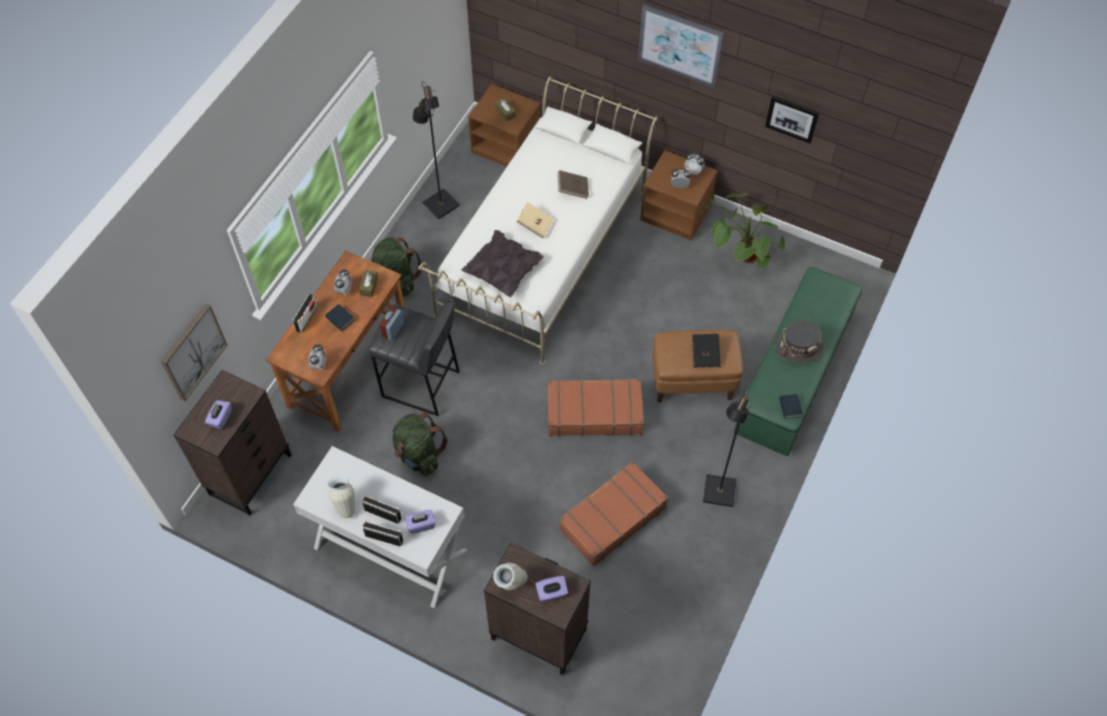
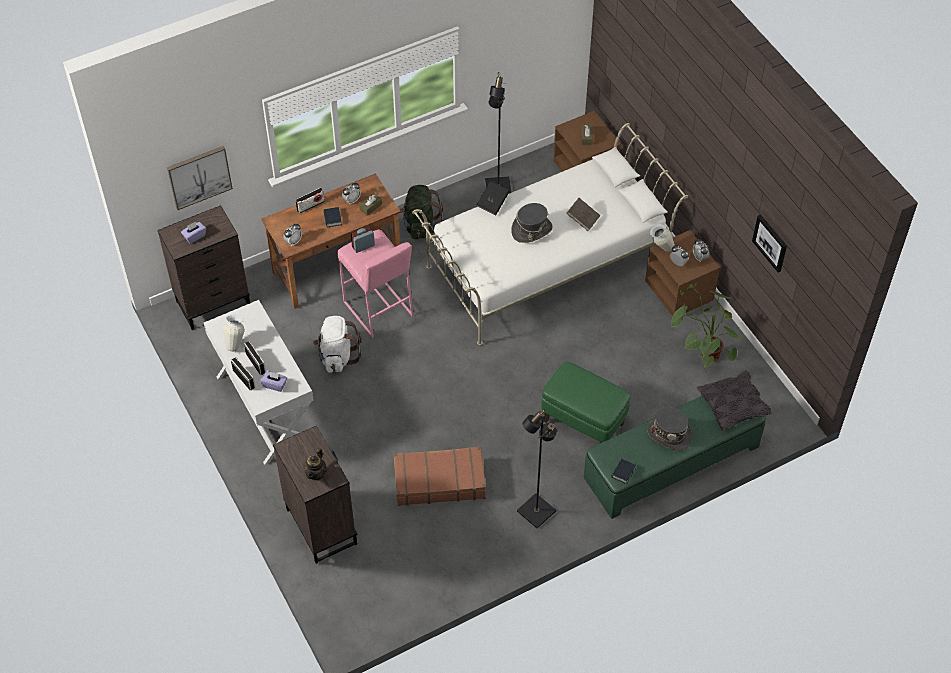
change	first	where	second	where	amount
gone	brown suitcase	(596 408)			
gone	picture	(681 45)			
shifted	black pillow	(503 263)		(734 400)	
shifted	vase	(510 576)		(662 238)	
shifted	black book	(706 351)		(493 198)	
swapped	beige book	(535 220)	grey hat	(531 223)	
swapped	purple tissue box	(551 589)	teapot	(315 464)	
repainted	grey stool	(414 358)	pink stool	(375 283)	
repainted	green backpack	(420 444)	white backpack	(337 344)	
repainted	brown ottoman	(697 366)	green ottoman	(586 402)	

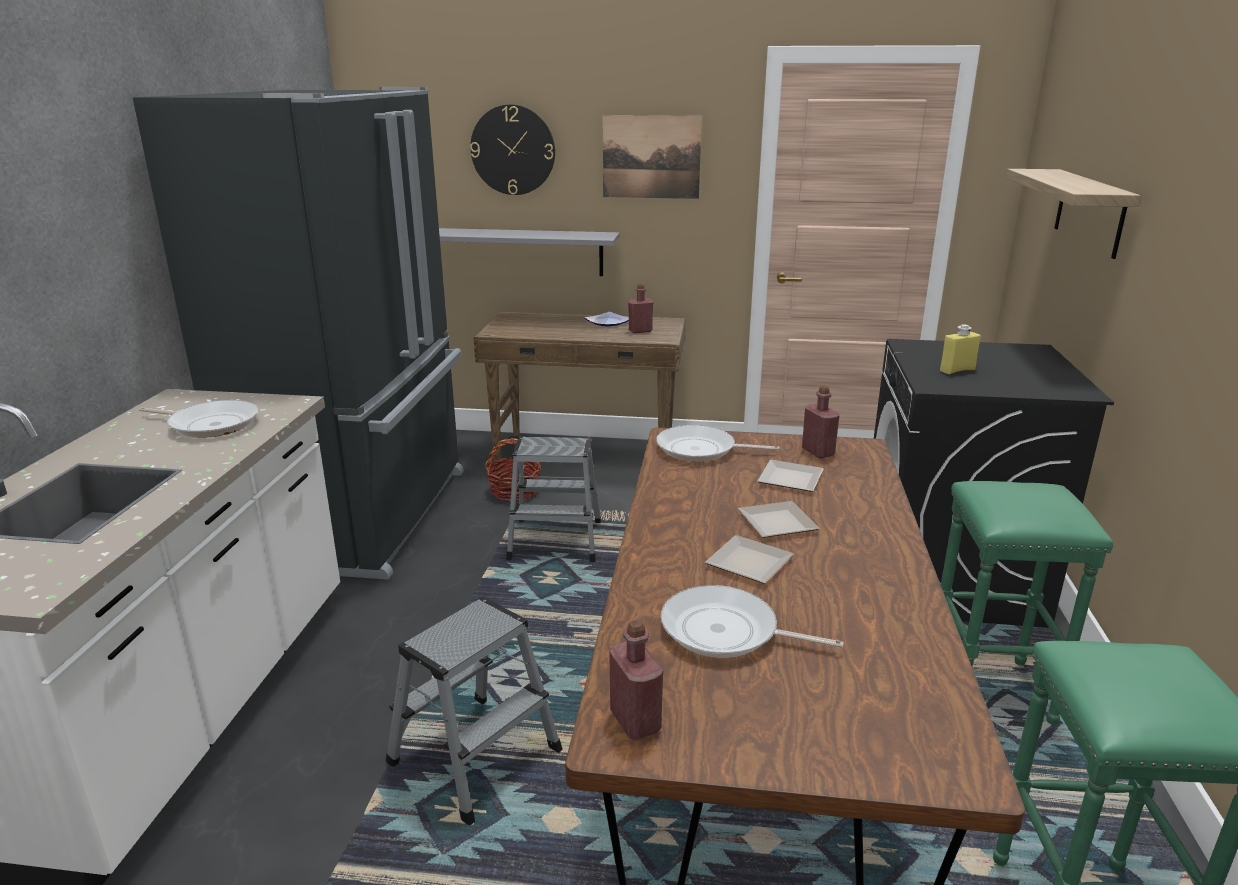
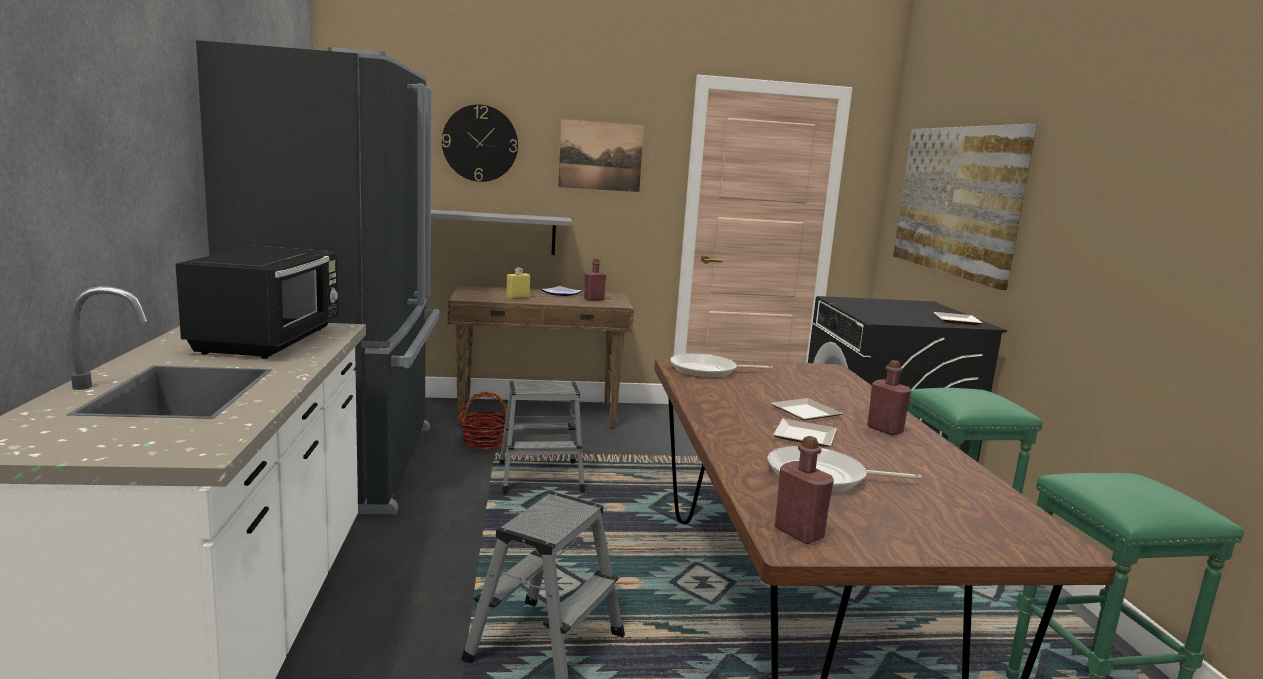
change	first	where	second	where	amount
shifted	plate	(790 476)		(958 318)	
shifted	red bottle	(821 422)		(889 398)	
shifted	yellow bottle	(960 349)		(518 283)	
swapped	frying pan	(199 419)	black microwave	(257 302)	
swapped	shelf	(1073 214)	picture	(965 207)	

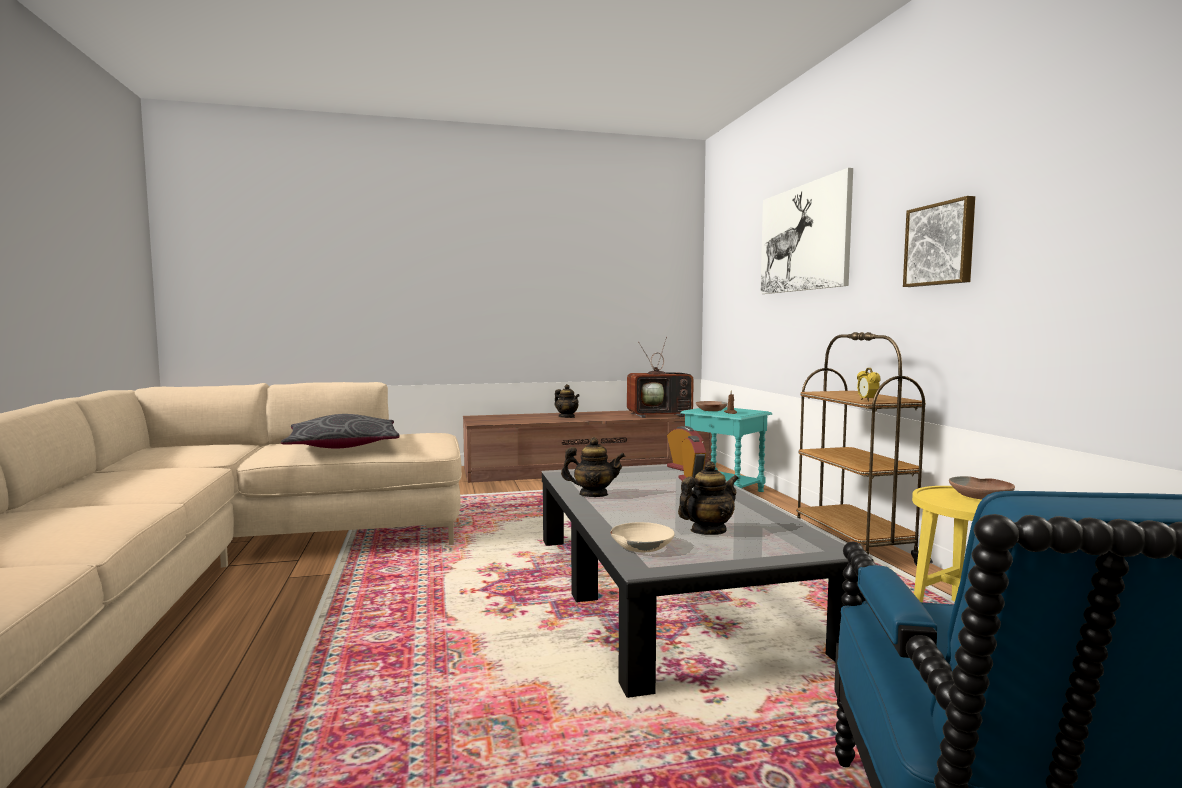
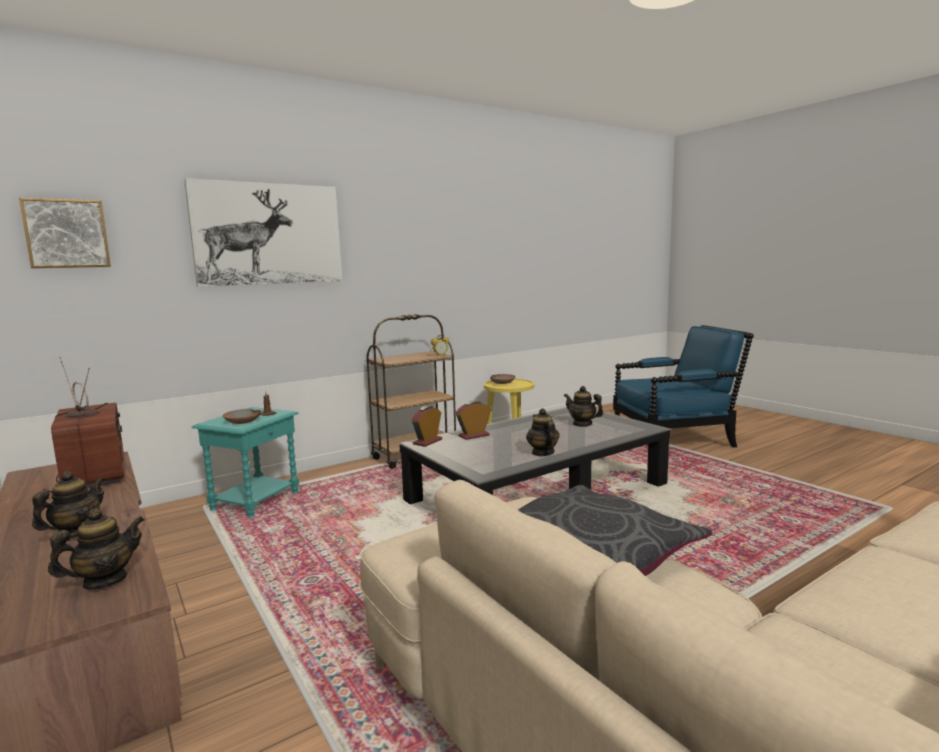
change	first	where	second	where	amount
gone	beige bowl	(642 537)			
new			teapot	(96 549)	
shifted	picture	(939 241)		(65 233)	

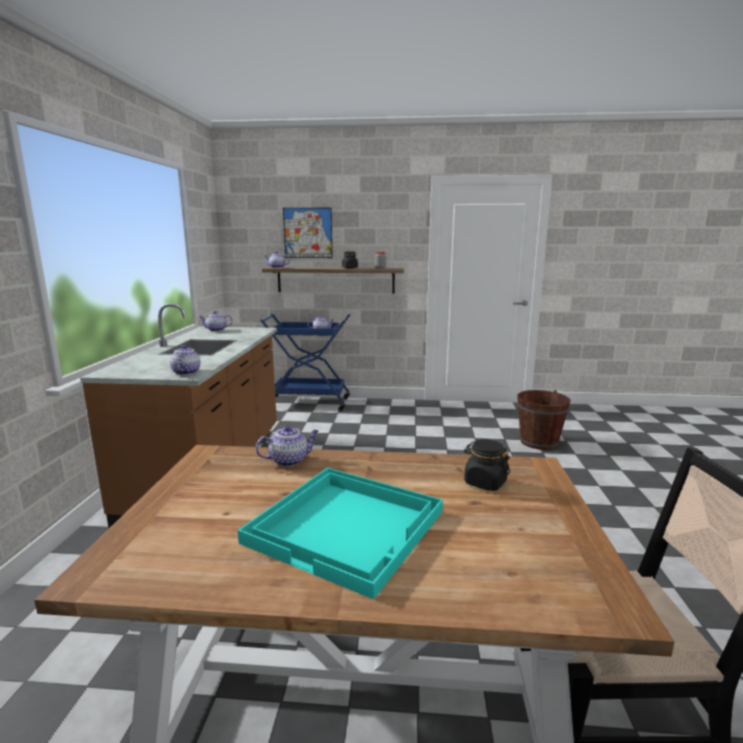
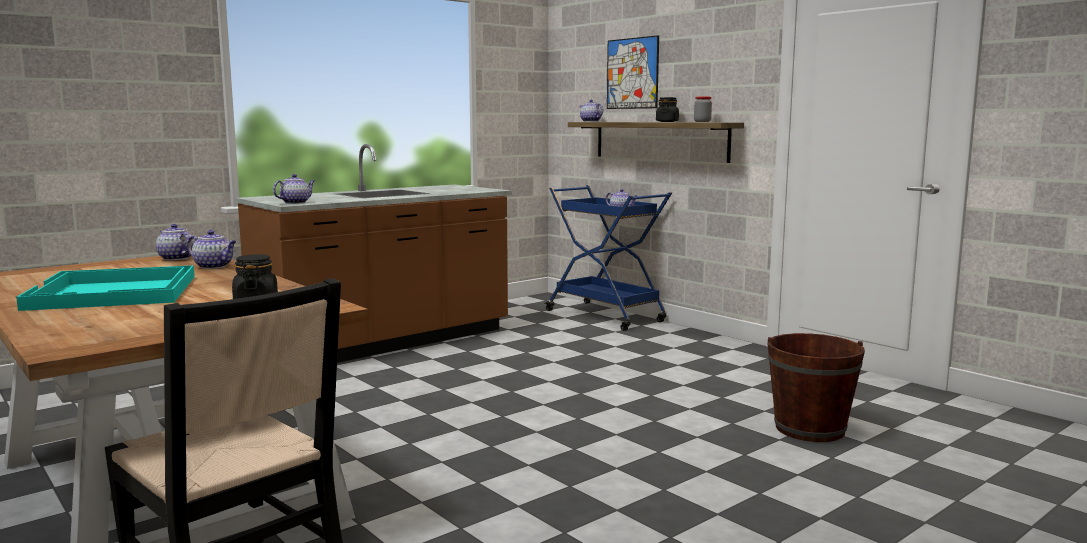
change	first	where	second	where	amount
shifted	teapot	(216 321)		(175 242)	

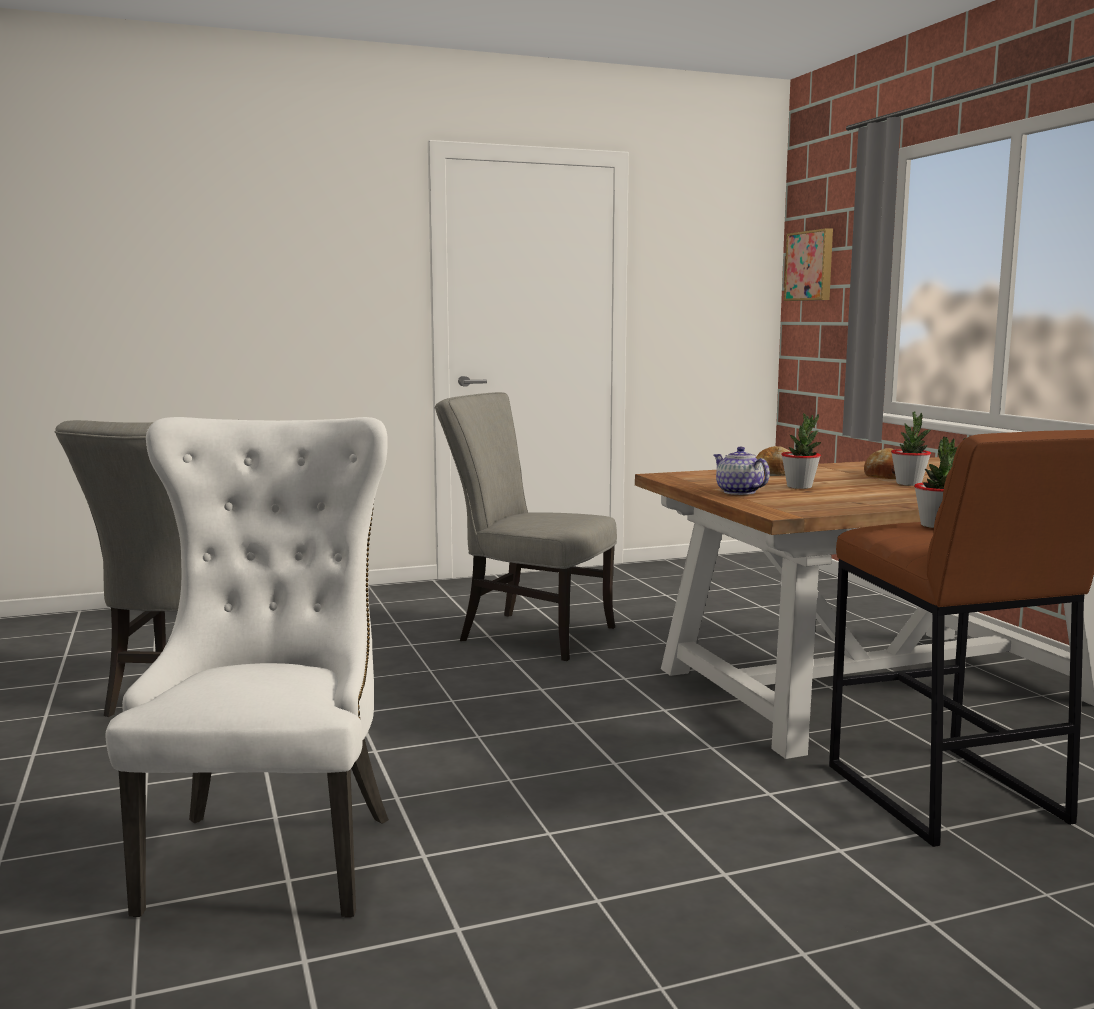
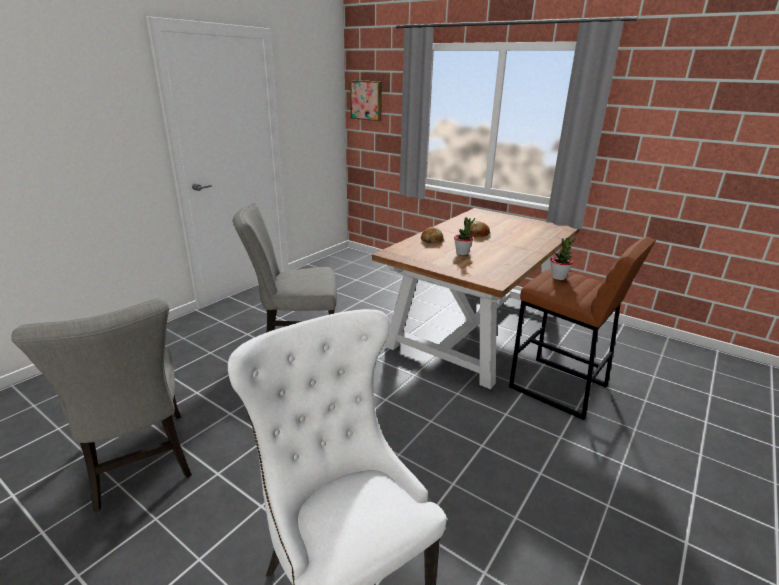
change	first	where	second	where	amount
gone	teapot	(742 471)			
gone	potted plant	(911 448)			

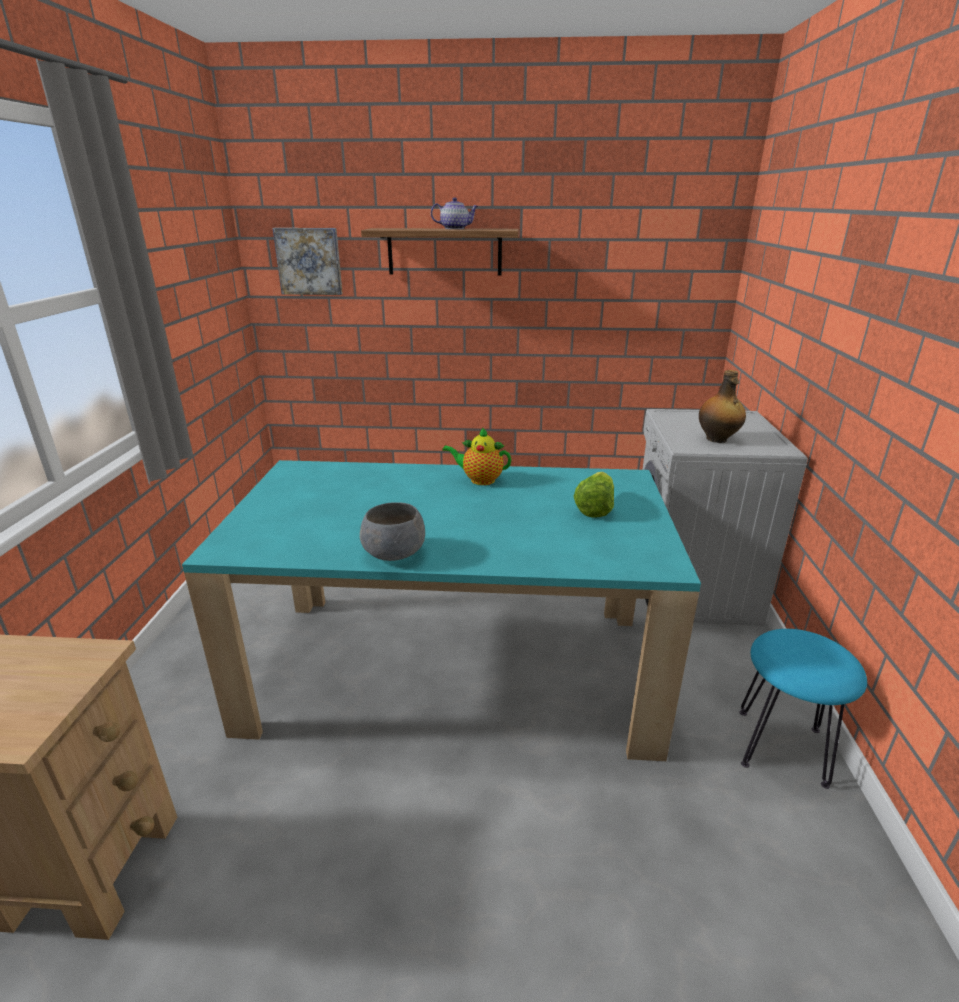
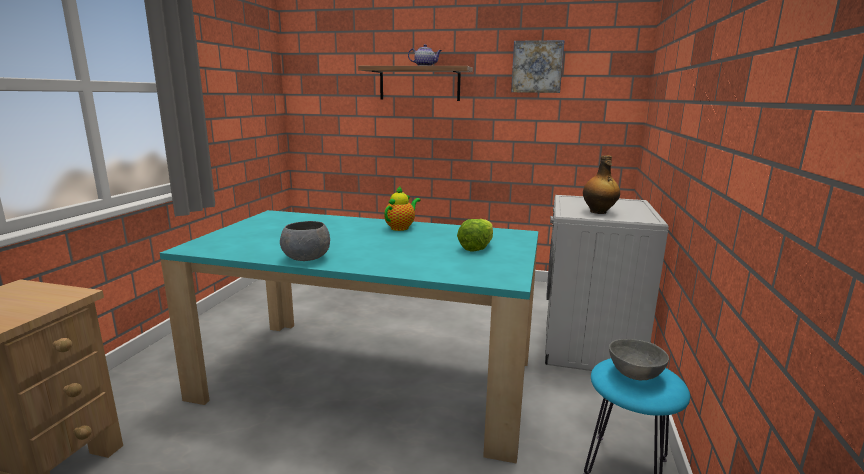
change	first	where	second	where	amount
new			grey bowl	(639 359)	
shifted	picture	(308 261)		(538 66)	
rotated	teapot	(476 456)		(402 208)	105 degrees clockwise

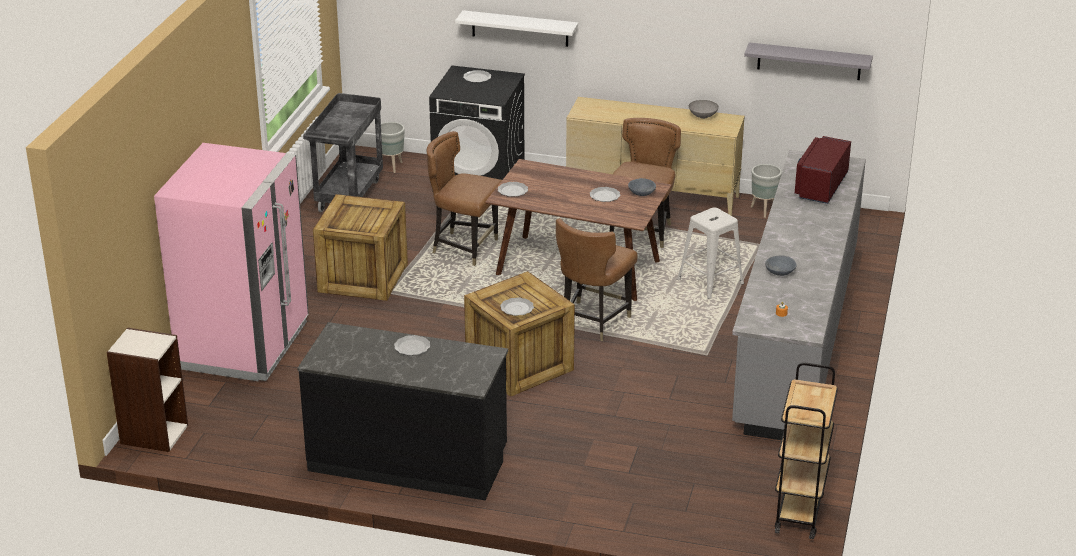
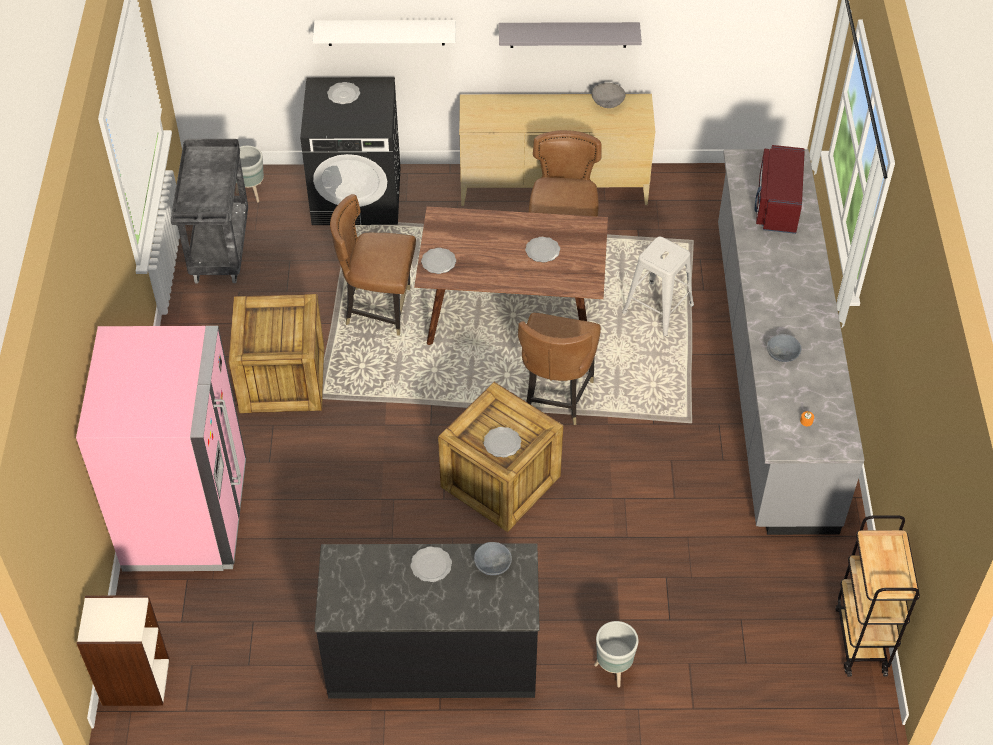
change	first	where	second	where	amount
shifted	grey bowl	(642 187)		(493 558)	
shifted	grey shelf	(808 61)		(570 35)	
shifted	grey planter	(766 191)		(616 654)	

